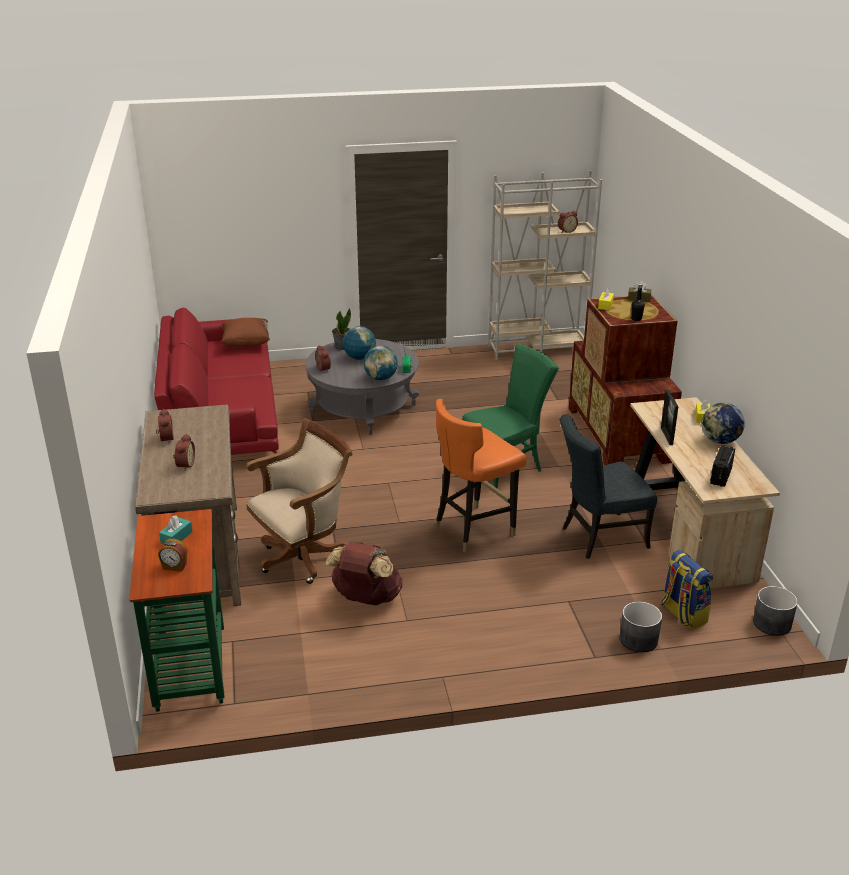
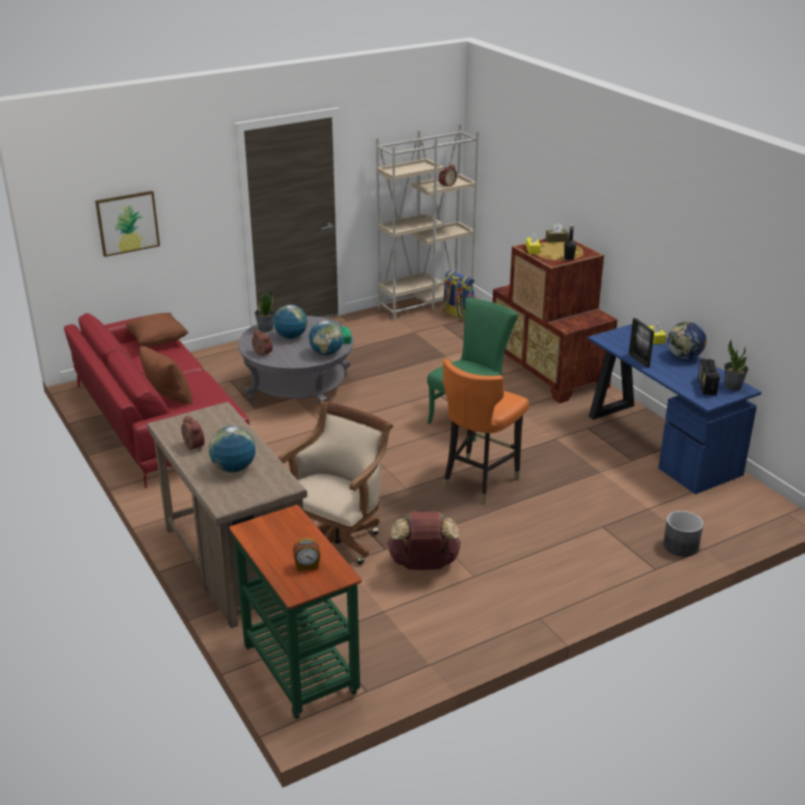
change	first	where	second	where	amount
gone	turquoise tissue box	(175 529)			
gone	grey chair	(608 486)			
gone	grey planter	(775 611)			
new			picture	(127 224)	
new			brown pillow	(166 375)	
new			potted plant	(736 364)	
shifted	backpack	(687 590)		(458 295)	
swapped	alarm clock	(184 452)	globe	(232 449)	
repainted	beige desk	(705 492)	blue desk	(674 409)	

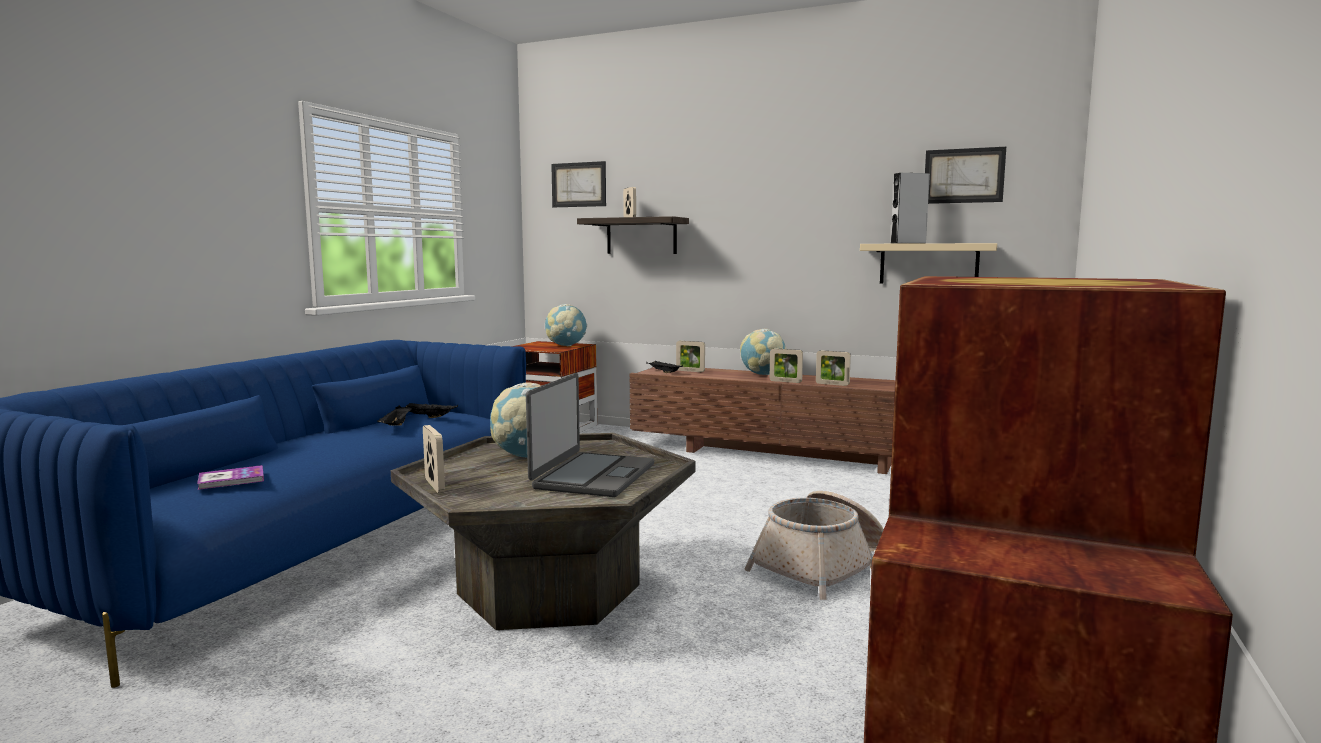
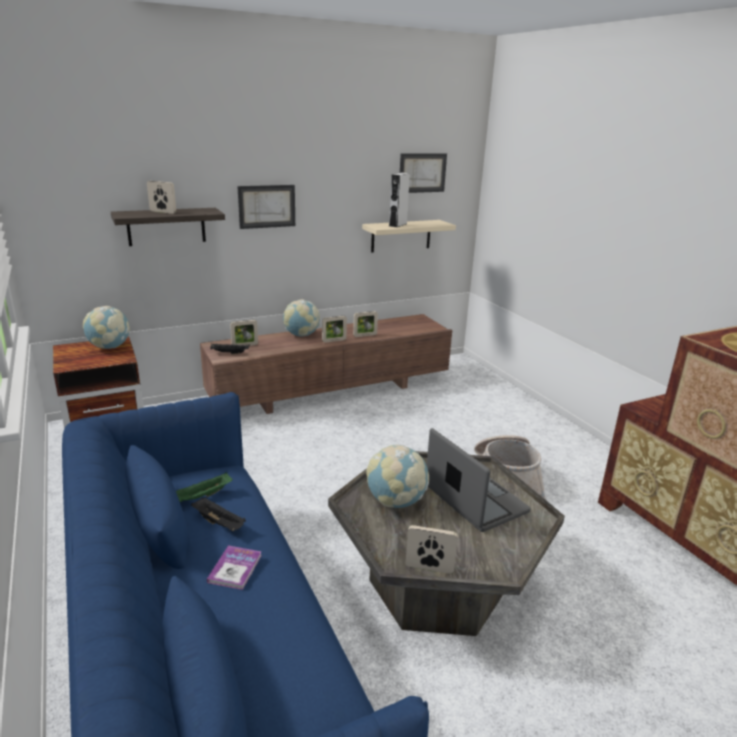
change	first	where	second	where	amount
shifted	book	(230 477)		(234 567)	
shifted	picture	(578 184)		(266 207)	
repainted	black tray	(428 410)	green tray	(204 487)	

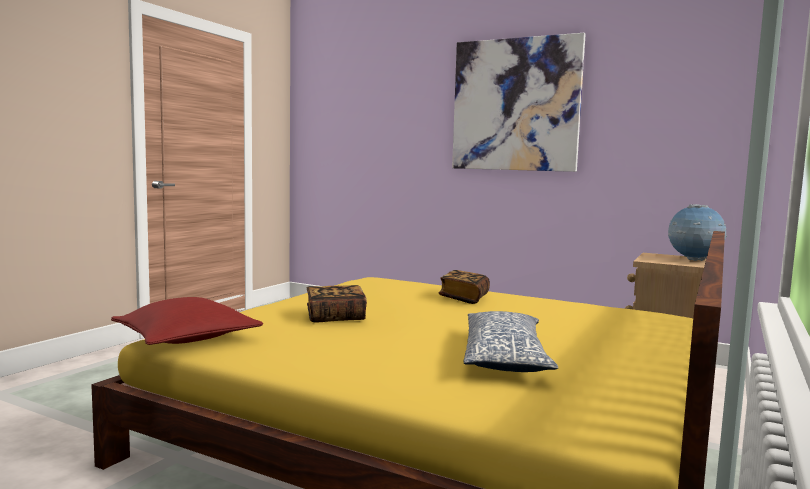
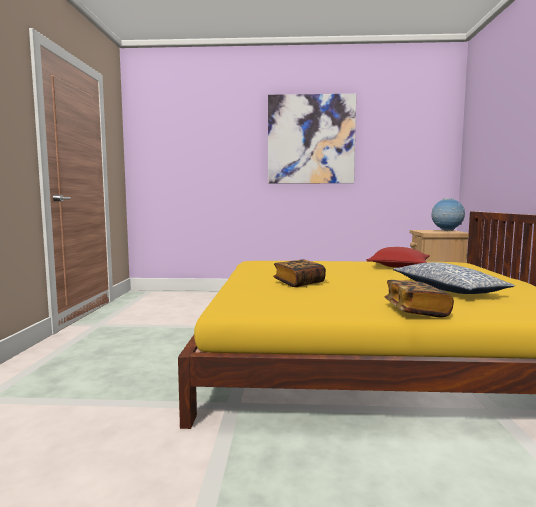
change	first	where	second	where	amount
shifted	red pillow	(187 321)		(398 257)	
shifted	book	(464 287)		(419 299)	

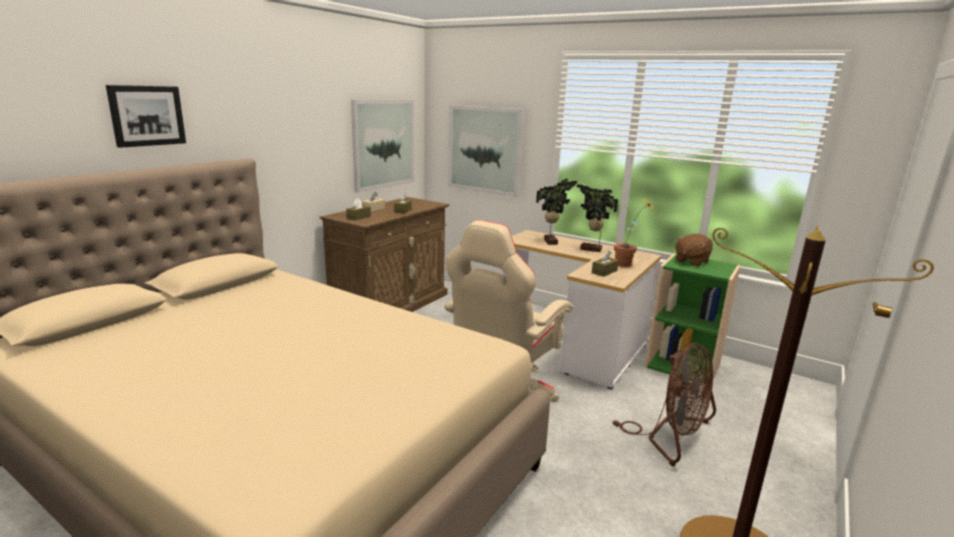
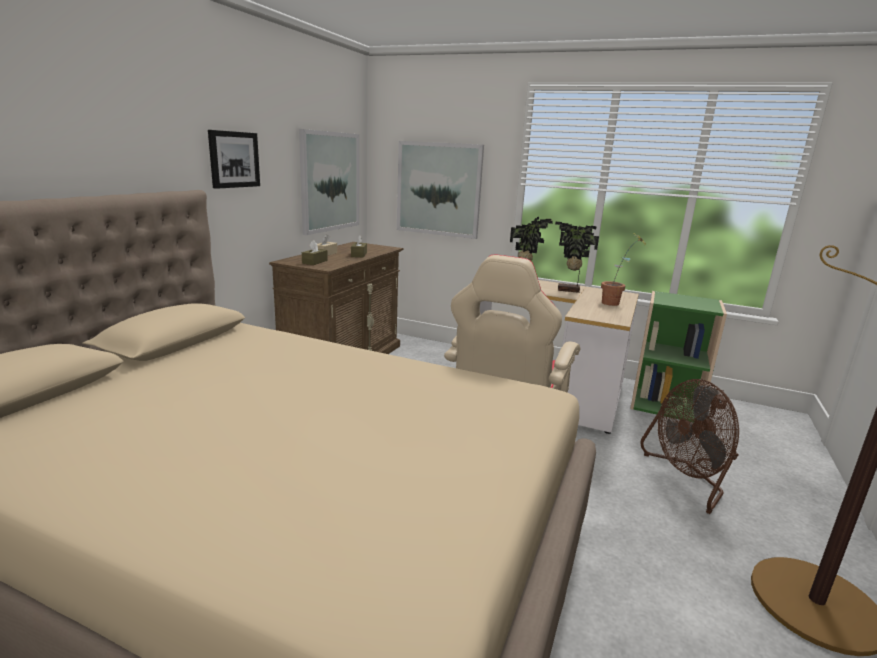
change	first	where	second	where	amount
gone	brown tissue box	(605 263)			
gone	brown plush toy	(694 250)			
shifted	picture	(146 116)		(234 159)	
rotated	brown fan	(664 404)		(690 446)	135 degrees clockwise

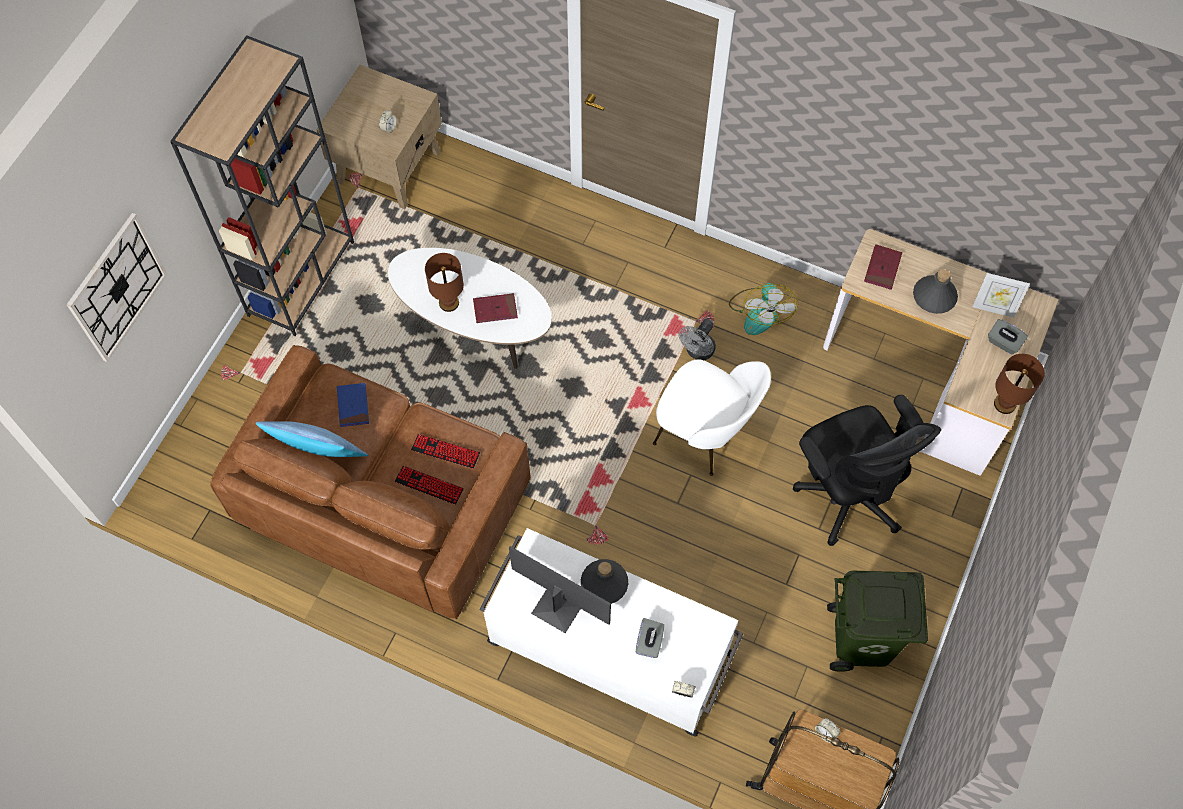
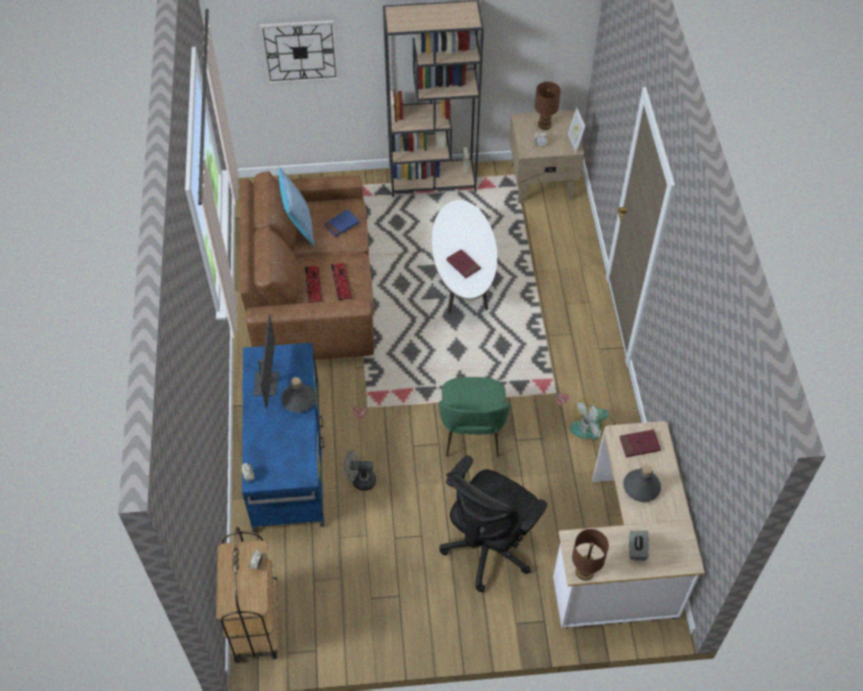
change	first	where	second	where	amount
gone	grey tissue box	(650 638)			
gone	green trash can	(877 621)			
shifted	brown table lamp	(444 282)		(548 106)	
shifted	grey fan	(697 339)		(360 470)	
shifted	picture frame	(1001 295)		(576 129)	
repainted	white cabinet	(611 632)	blue cabinet	(283 437)	
repainted	white chair	(712 418)	green chair	(474 417)	

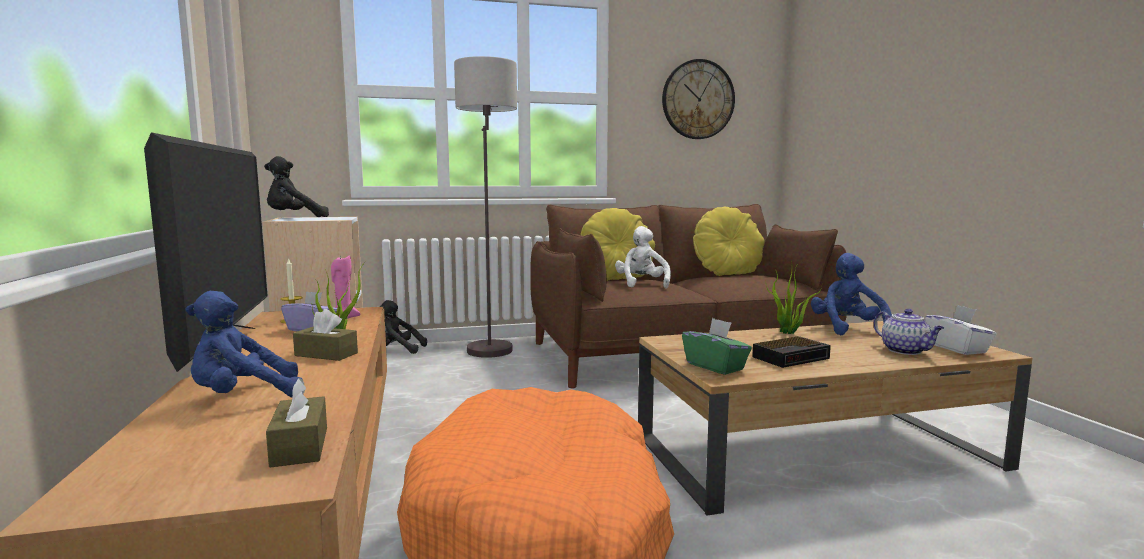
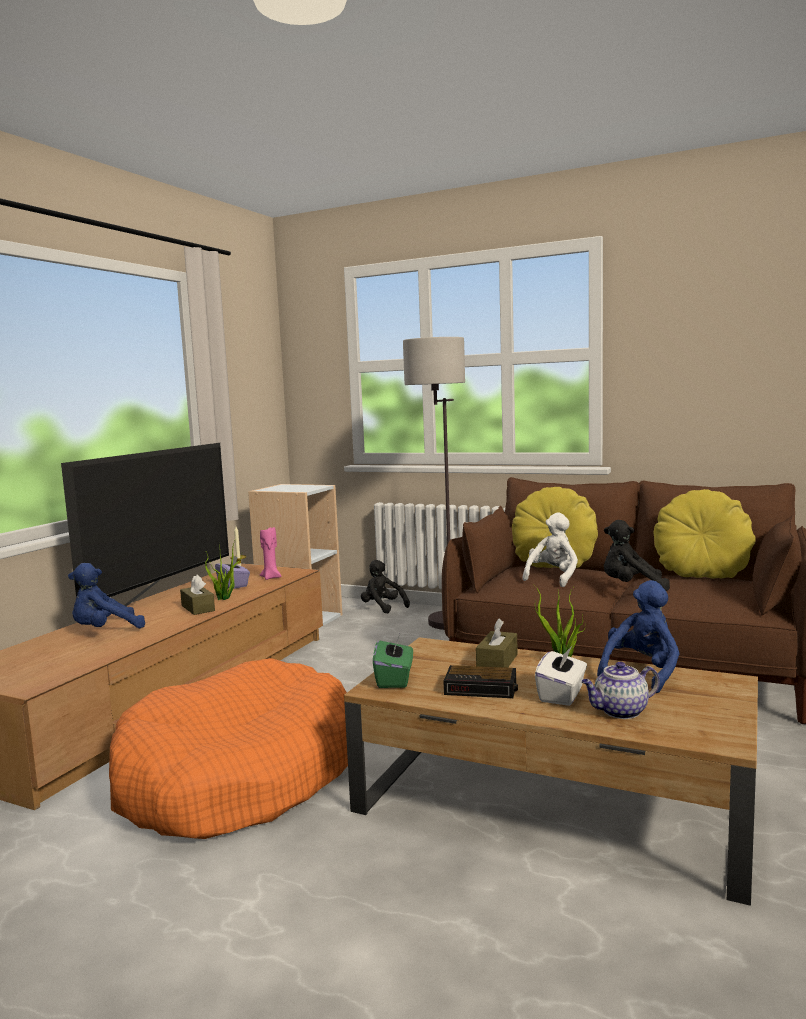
change	first	where	second	where	amount
gone	wall clock	(698 99)			
shifted	black plush toy	(296 186)		(637 555)	
shifted	brown tissue box	(296 423)		(497 643)	
shifted	white tissue box	(961 330)		(561 676)	
rotated	blue plush toy	(244 344)		(106 595)	45 degrees counterclockwise
rotated	teapot	(909 332)		(620 690)	60 degrees clockwise

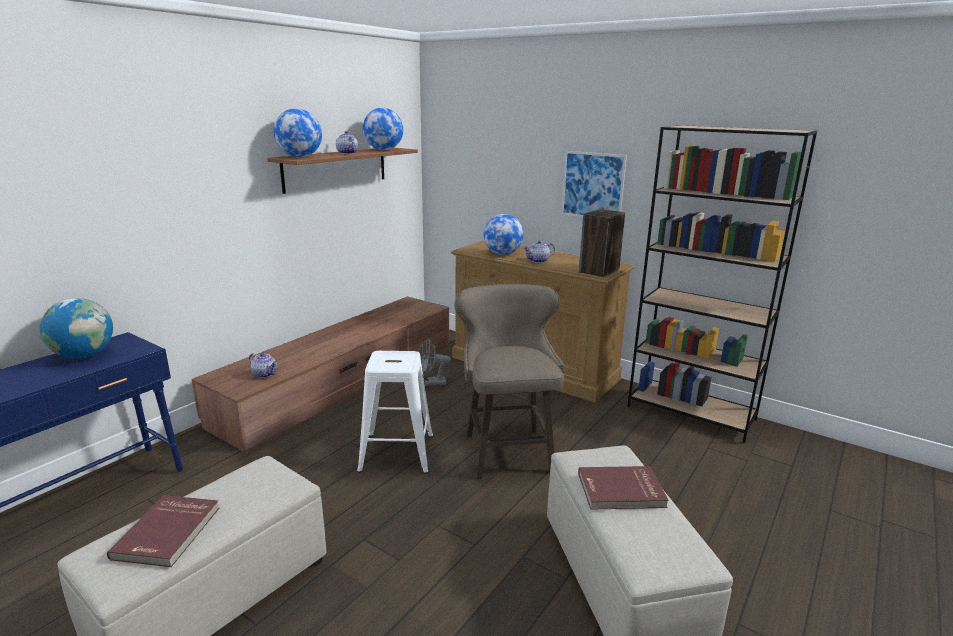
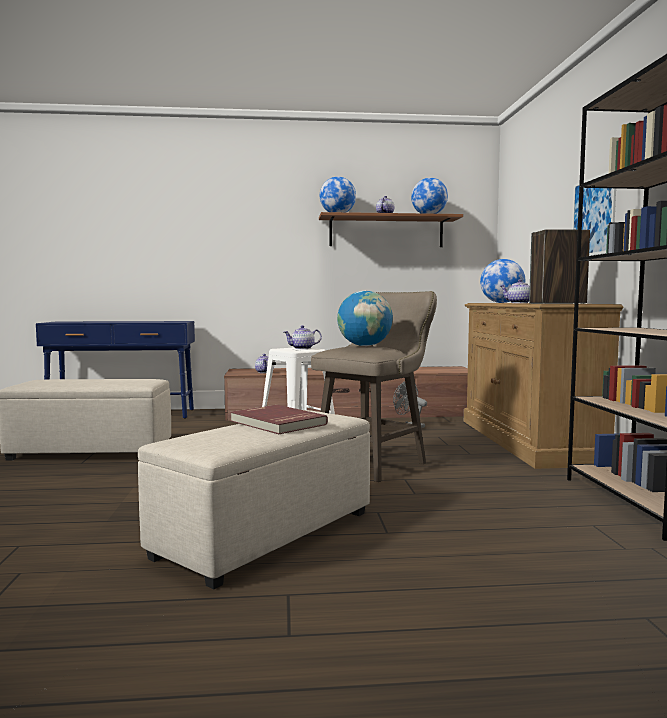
change	first	where	second	where	amount
gone	red book	(163 531)			
new			teapot	(303 337)	
shifted	globe	(76 328)		(365 318)	

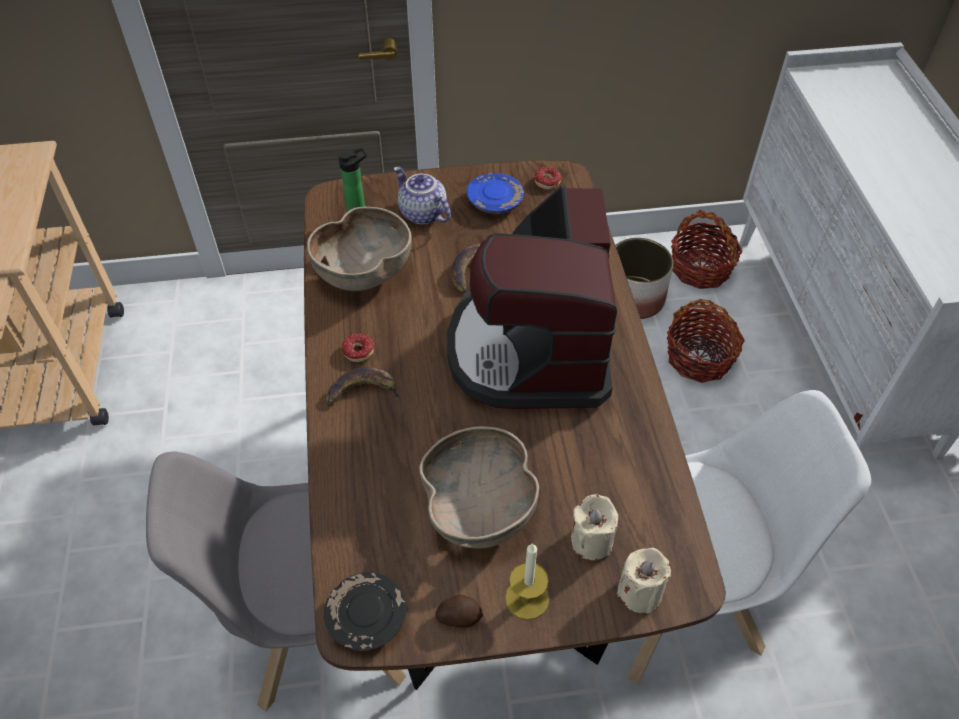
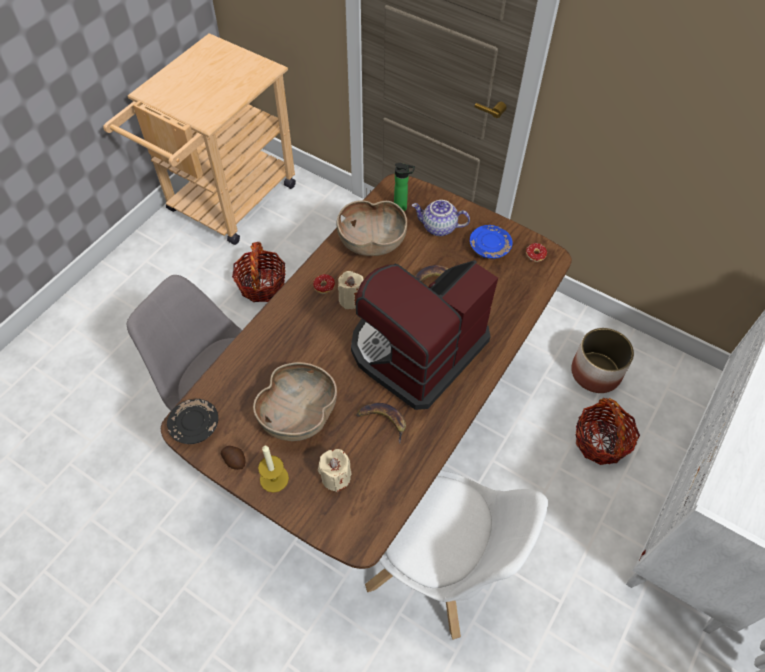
change	first	where	second	where	amount
shifted	banana	(363 386)		(381 423)	
shifted	beige candle	(643 581)		(351 290)	
shifted	basket	(707 249)		(259 272)	
rotated	teapot	(422 195)		(441 218)	75 degrees counterclockwise

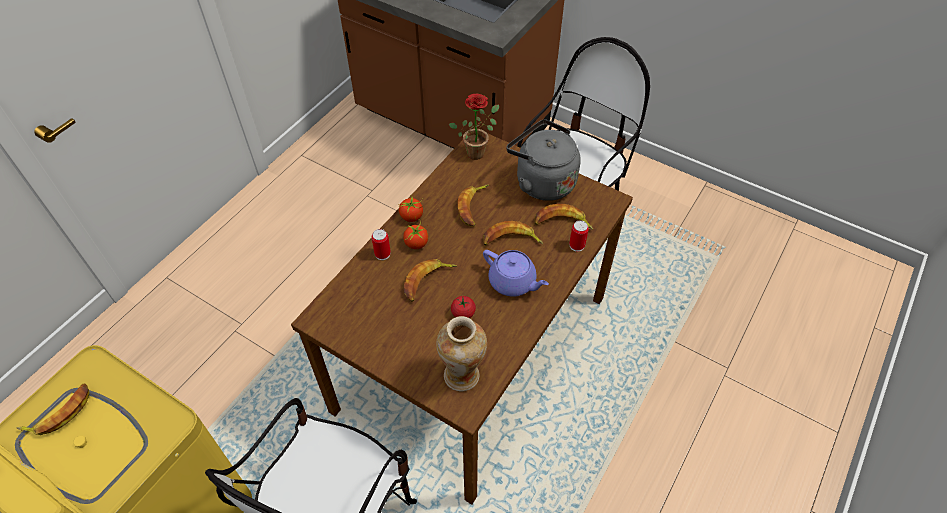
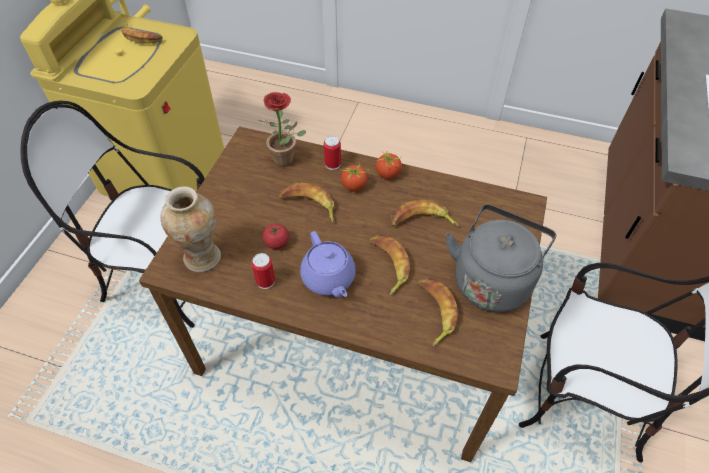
change	first	where	second	where	amount
shifted	potted plant	(474 127)		(282 129)	
shifted	can	(579 236)		(263 271)	
rotated	purple teapot	(516 273)		(328 264)	45 degrees counterclockwise

